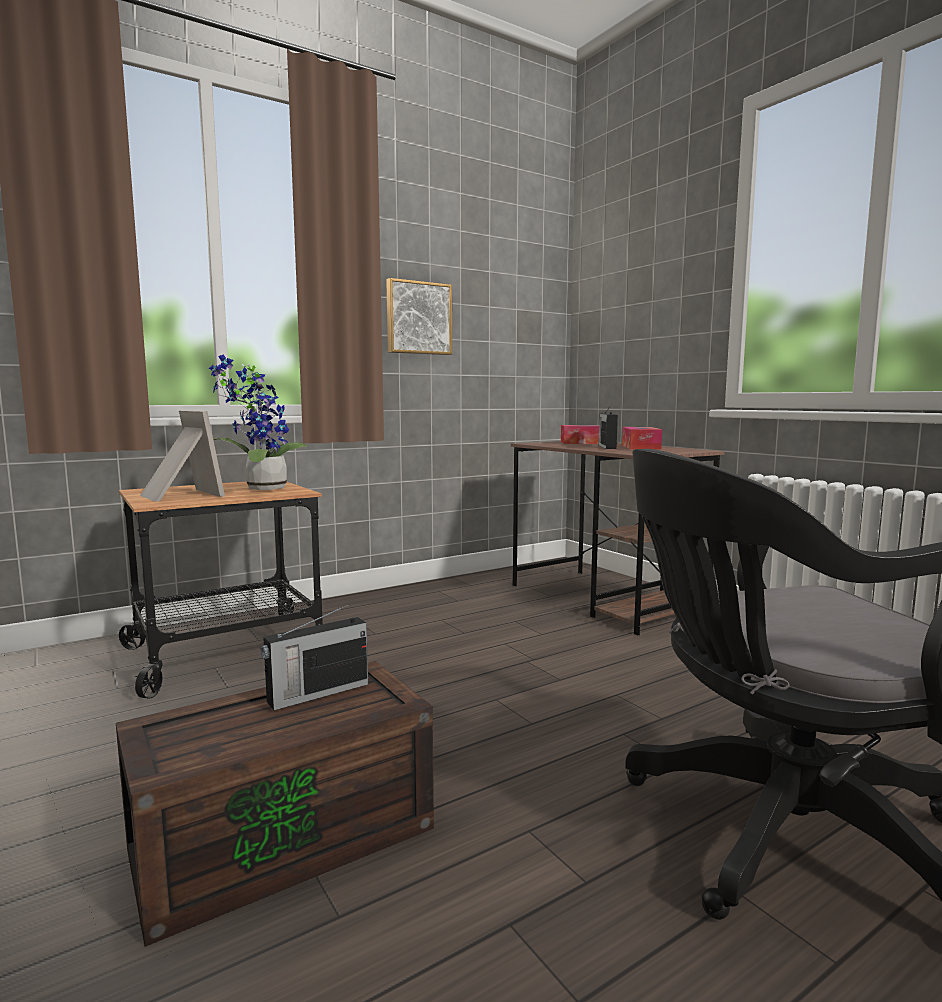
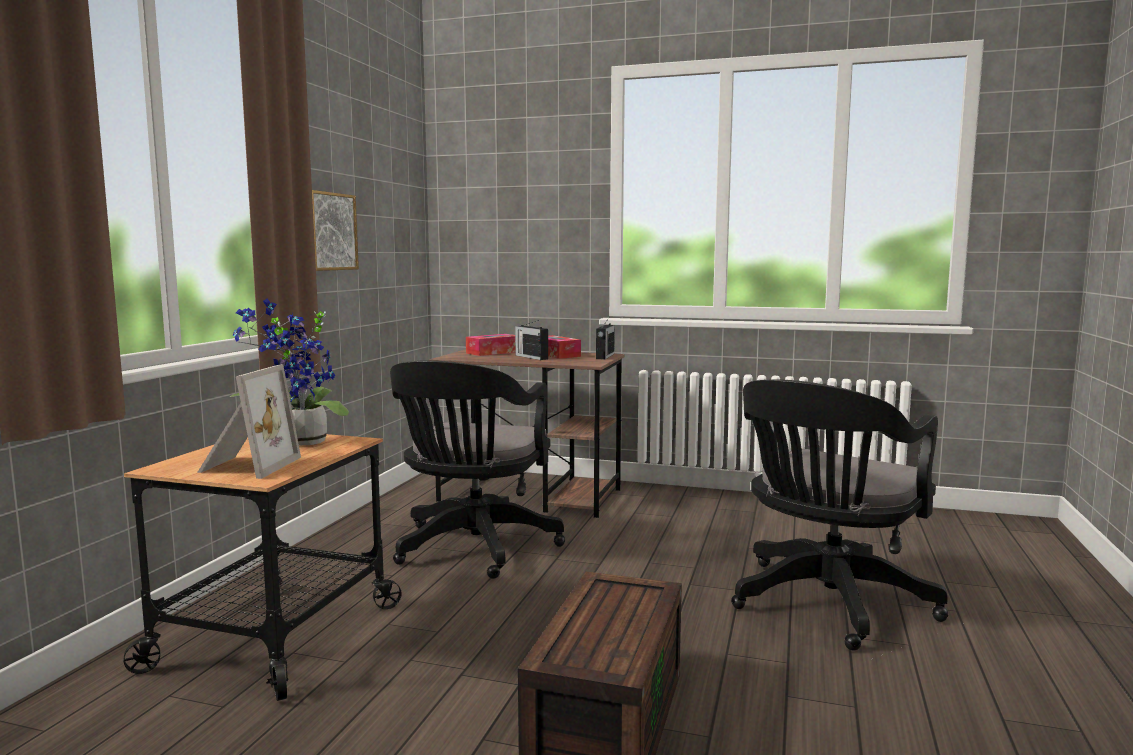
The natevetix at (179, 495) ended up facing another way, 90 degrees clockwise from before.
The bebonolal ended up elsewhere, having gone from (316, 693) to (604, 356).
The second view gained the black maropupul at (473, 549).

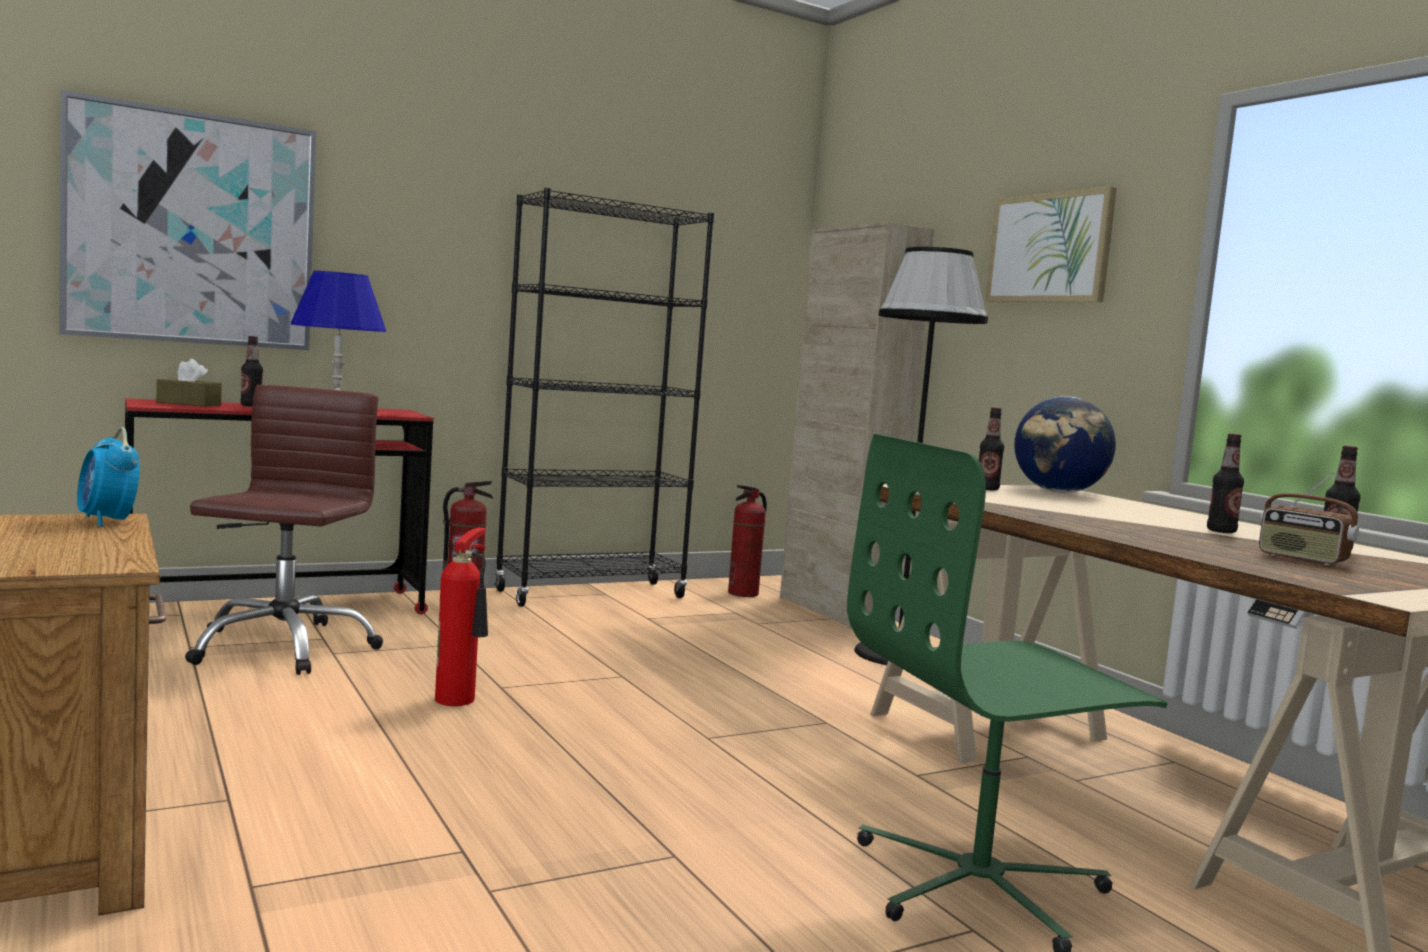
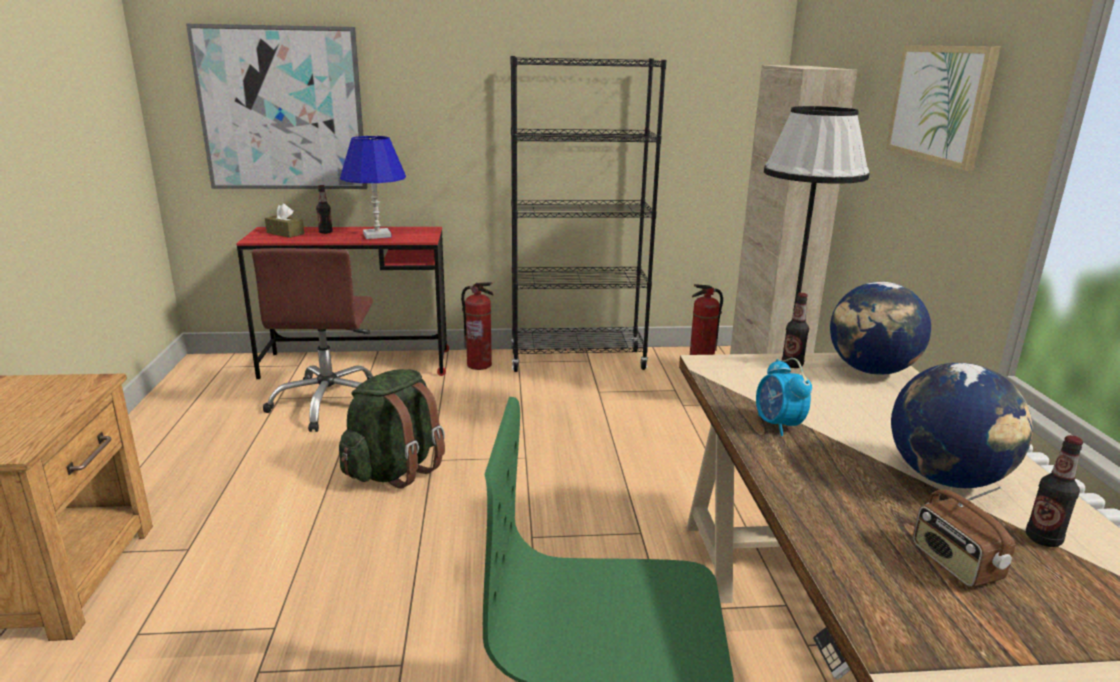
The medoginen ended up elsewhere, having gone from (107, 521) to (778, 425).
The brown maropupul at (282, 647) ended up facing another way, 150 degrees clockwise from before.
Where the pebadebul stood at (460, 699), the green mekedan came to stand at (395, 470).
Where the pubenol stood at (1221, 531), the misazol came to stand at (947, 478).

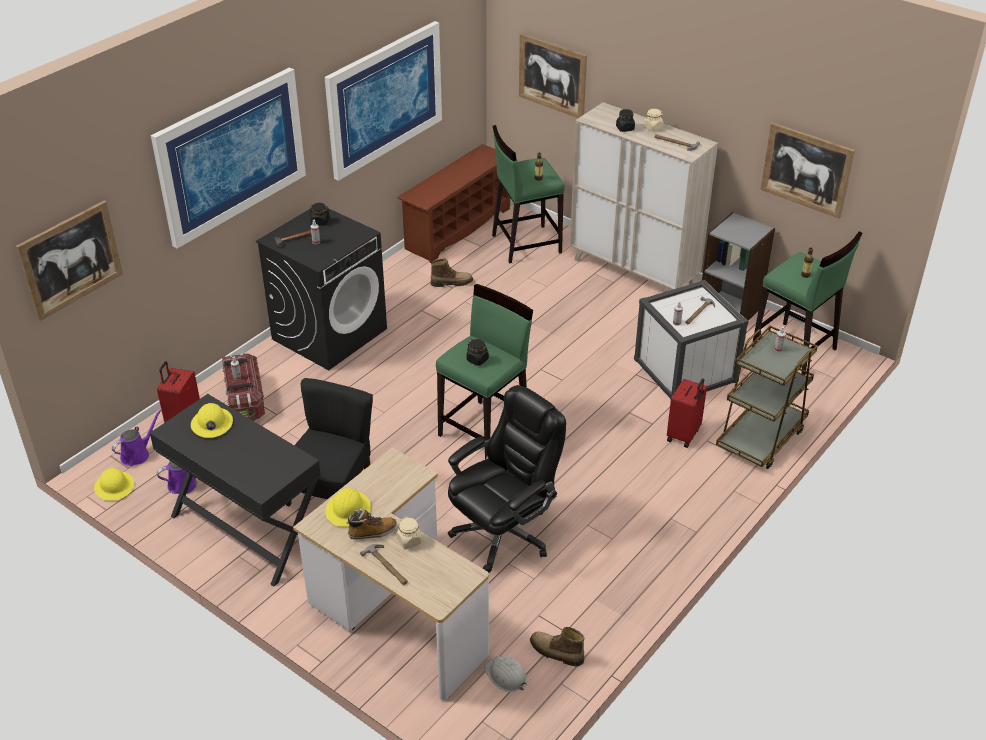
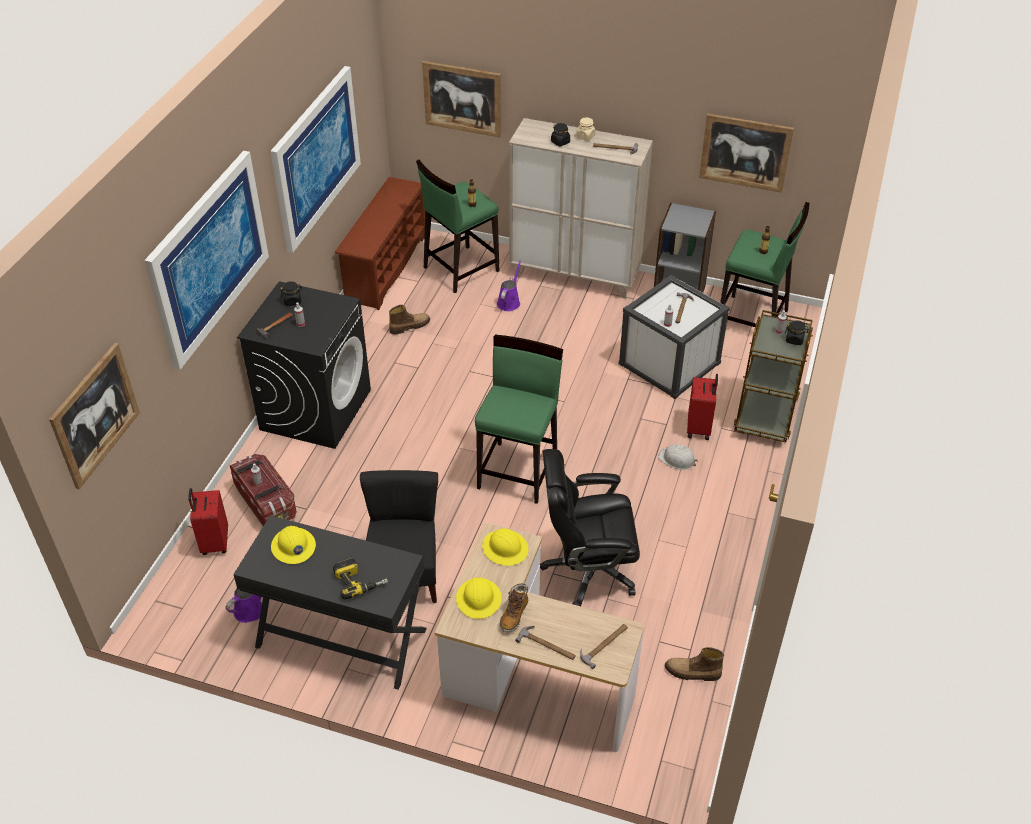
The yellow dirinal ended up elsewhere, having gone from (114, 486) to (505, 548).
The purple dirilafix ended up elsewhere, having gone from (137, 454) to (509, 302).
The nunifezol at (372, 532) ended up facing another way, 150 degrees clockwise from before.
The second view lost the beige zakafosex at (409, 541).
The black maropupul at (504, 533) ended up facing another way, 120 degrees counterclockwise from before.
The black zakafosex ended up elsewhere, having gone from (477, 360) to (794, 340).
The white dirinal ended up elsewhere, having gone from (506, 675) to (677, 459).
The second view gained the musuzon at (360, 581).
The second view gained the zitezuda at (604, 644).

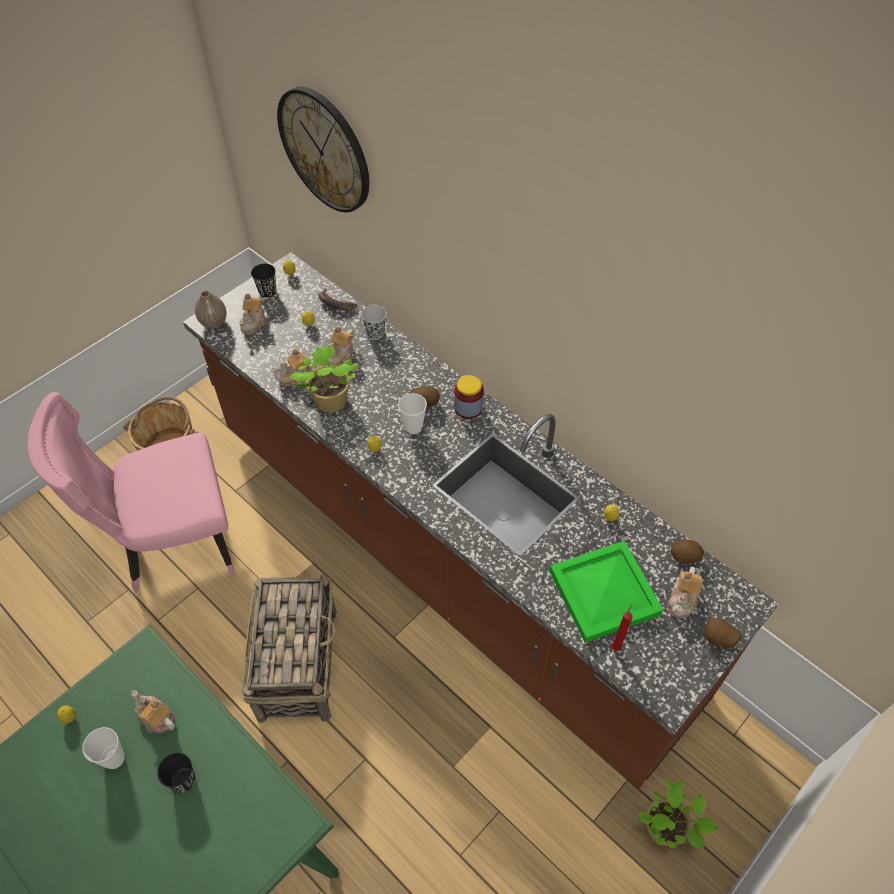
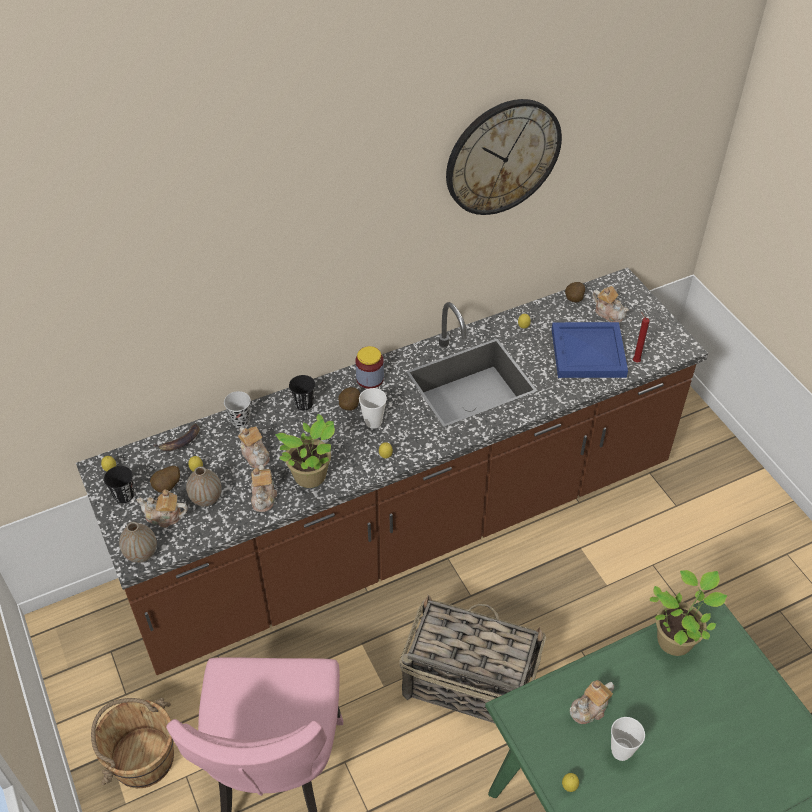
The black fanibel ended up elsewhere, having gone from (183, 780) to (304, 403).
The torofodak at (254, 323) ended up facing another way, 150 degrees clockwise from before.
The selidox ended up elsewhere, having gone from (325, 150) to (502, 157).
What was the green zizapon at (602, 592) turned into the blue zizapon at (587, 353).
The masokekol ended up elsewhere, having gone from (664, 830) to (676, 638).
The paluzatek ended up elsewhere, having gone from (717, 640) to (168, 487).
The second view gained the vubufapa at (206, 498).

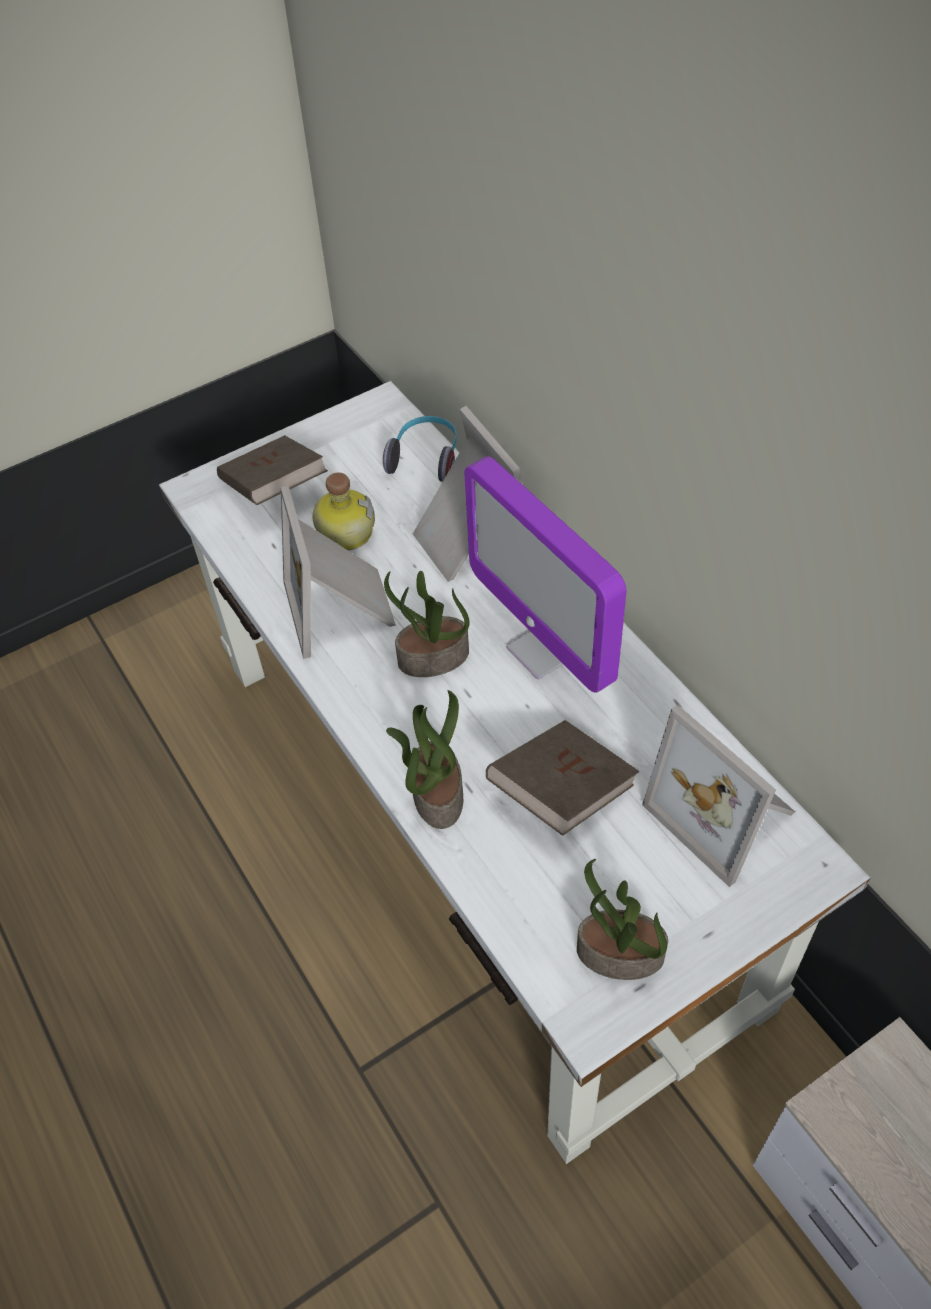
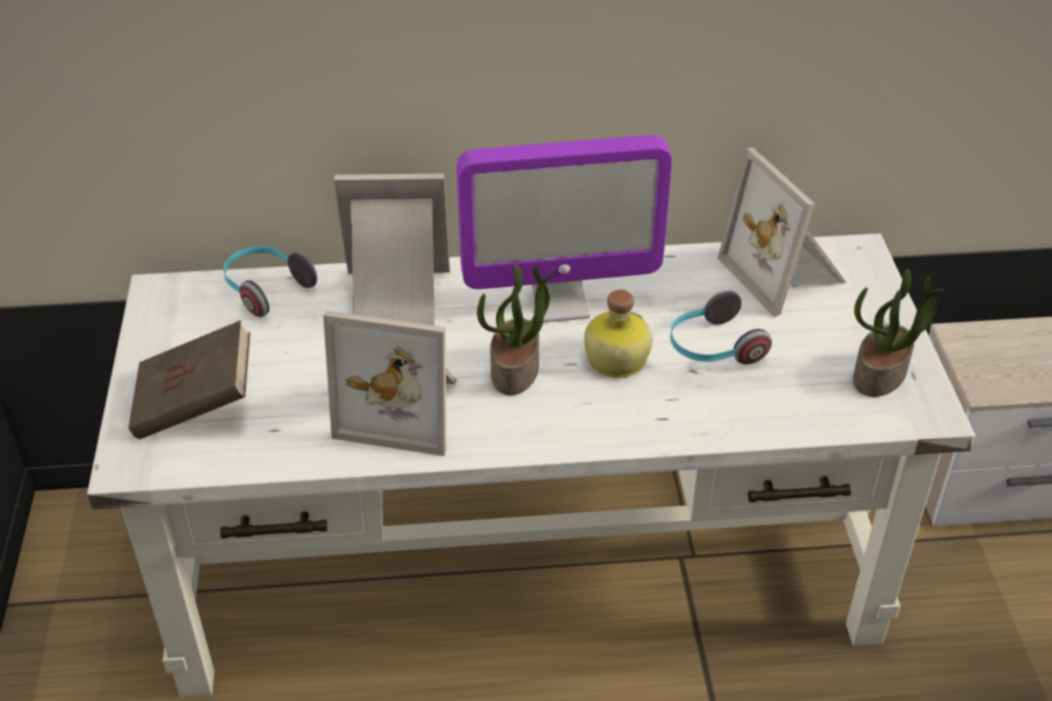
The pubenol ended up elsewhere, having gone from (344, 531) to (614, 359).
The second view lost the masokekol at (436, 794).
Where the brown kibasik stood at (561, 792), the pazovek came to stand at (713, 348).
The natevetix at (725, 812) ended up facing another way, 75 degrees clockwise from before.

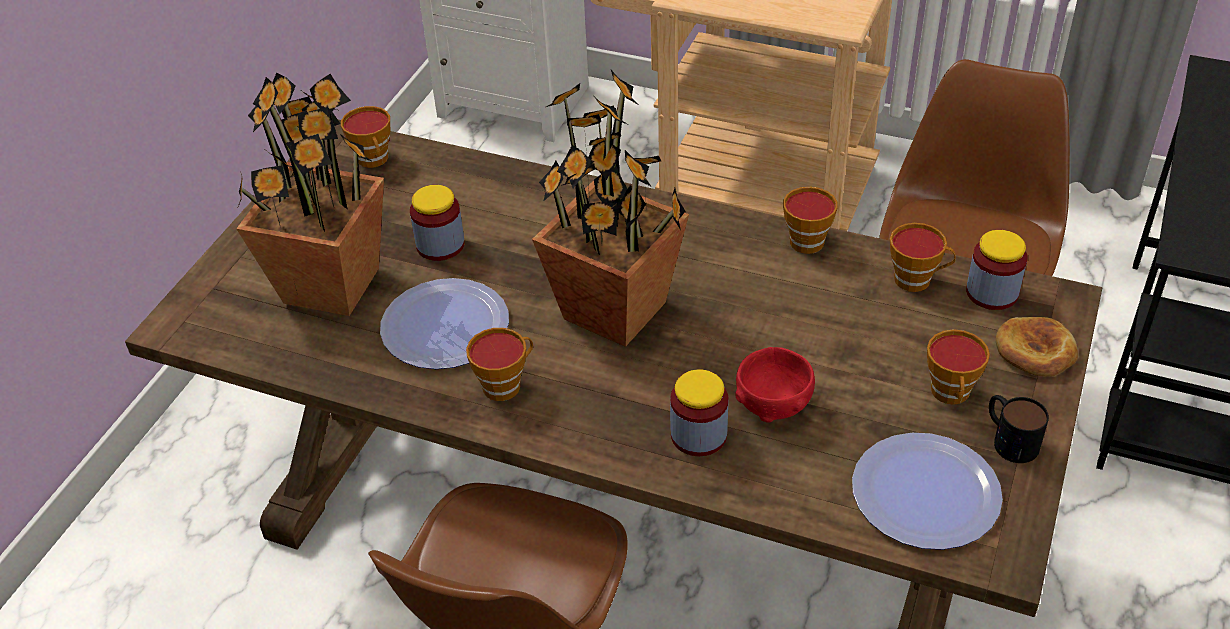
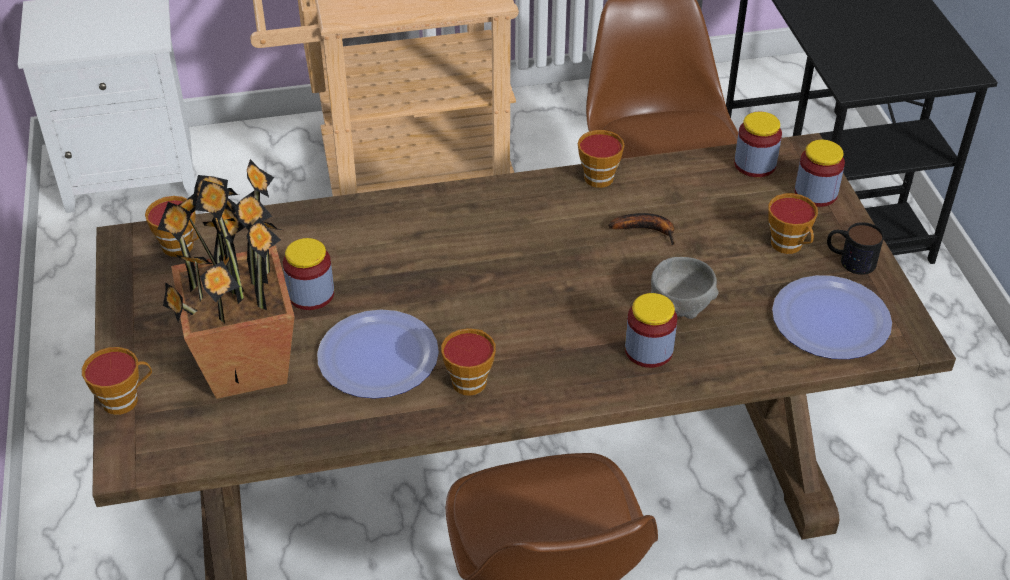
The second view lost the masokekol at (614, 312).
What was the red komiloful at (774, 405) turned into the grey komiloful at (681, 305).
The fanibel ended up elsewhere, having gone from (917, 280) to (125, 399).
Where the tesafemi stood at (1035, 351), the zakafosex came to stand at (815, 193).
The second view gained the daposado at (647, 230).

